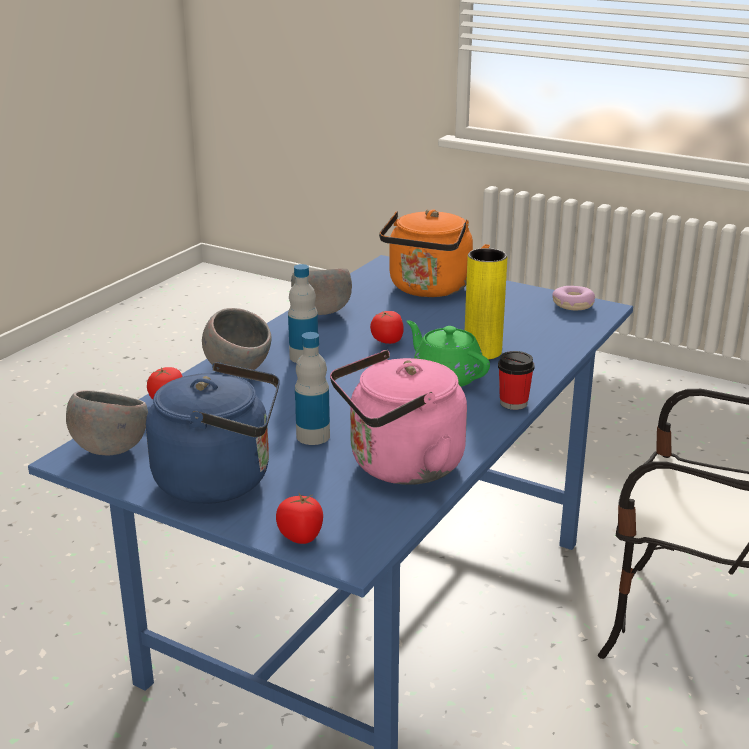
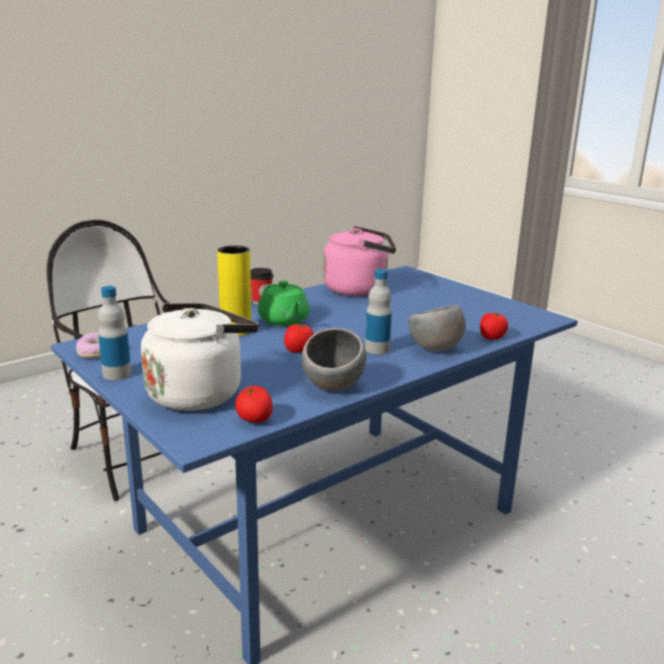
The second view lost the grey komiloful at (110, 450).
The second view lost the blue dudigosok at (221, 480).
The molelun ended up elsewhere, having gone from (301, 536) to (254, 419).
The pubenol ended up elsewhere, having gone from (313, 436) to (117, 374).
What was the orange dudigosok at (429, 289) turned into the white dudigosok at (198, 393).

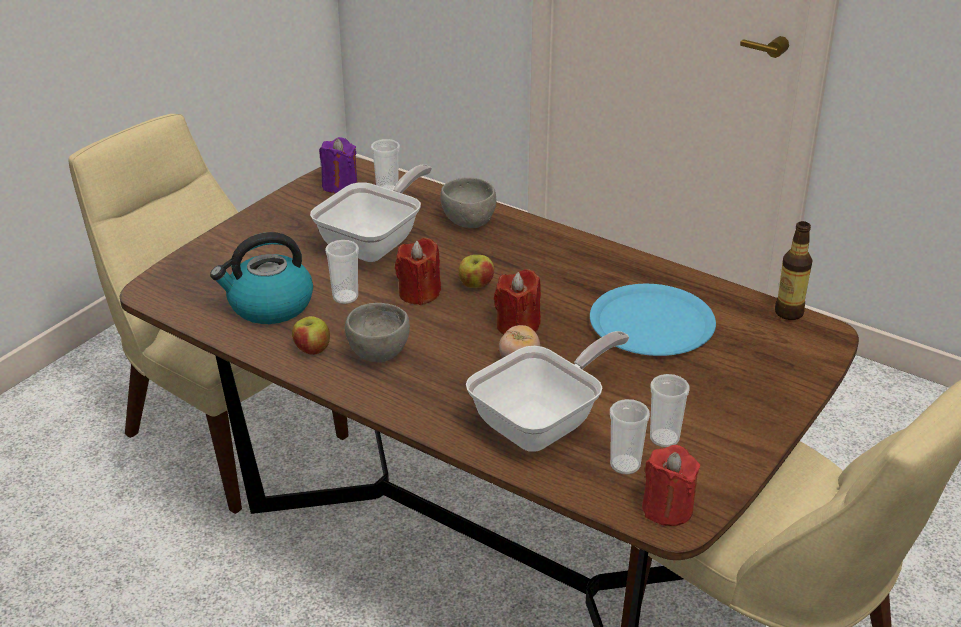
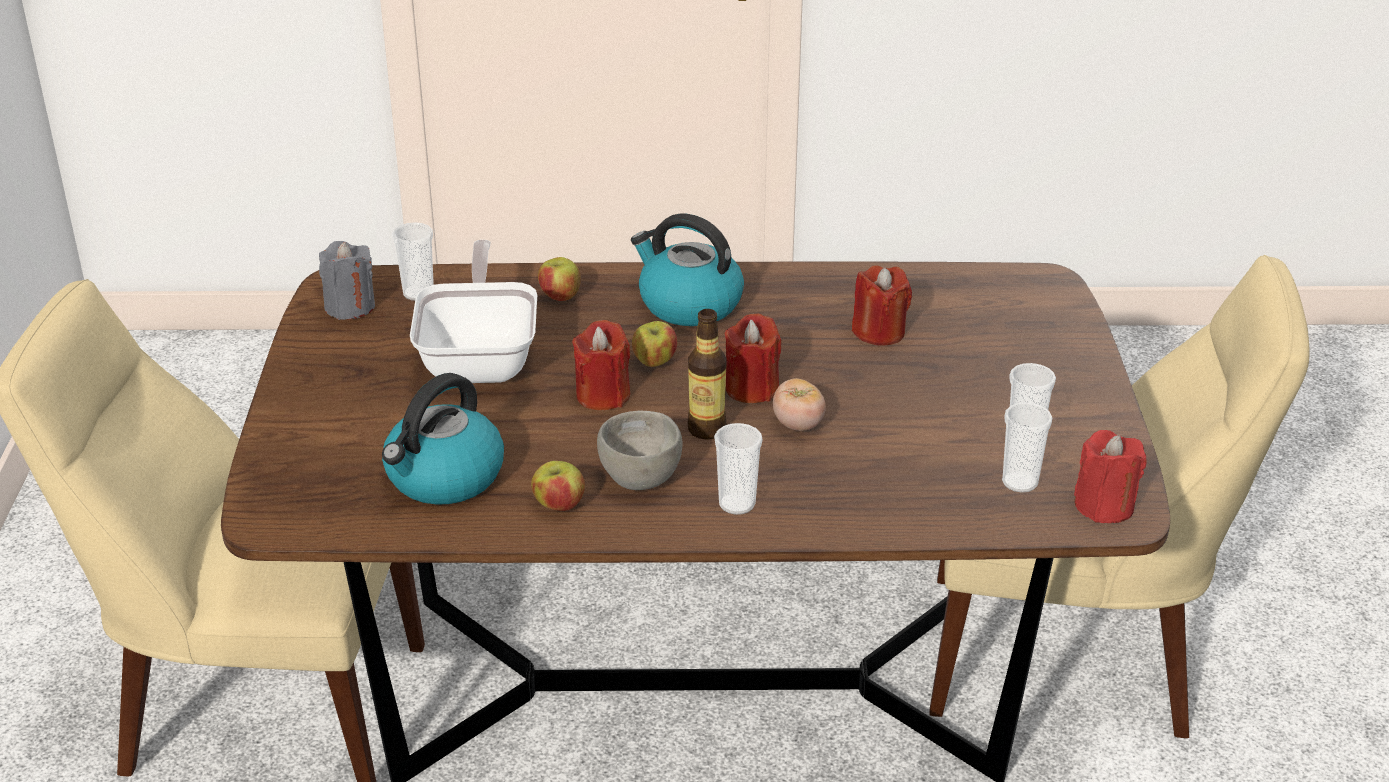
What was the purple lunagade at (339, 185) turned into the grey lunagade at (350, 307).
The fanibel ended up elsewhere, having gone from (345, 297) to (737, 504).
Where the grey komiloful stood at (468, 222), the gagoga came to stand at (560, 296).
The second view lost the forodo at (544, 423).
Where the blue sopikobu stood at (651, 322), the red lunagade came to stand at (879, 332).
The pubenol ended up elsewhere, having gone from (789, 313) to (707, 429).
The second view gained the dudigosok at (688, 304).

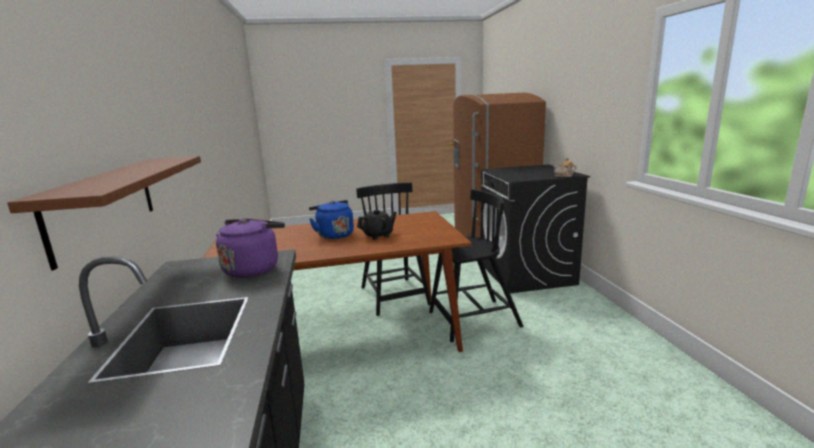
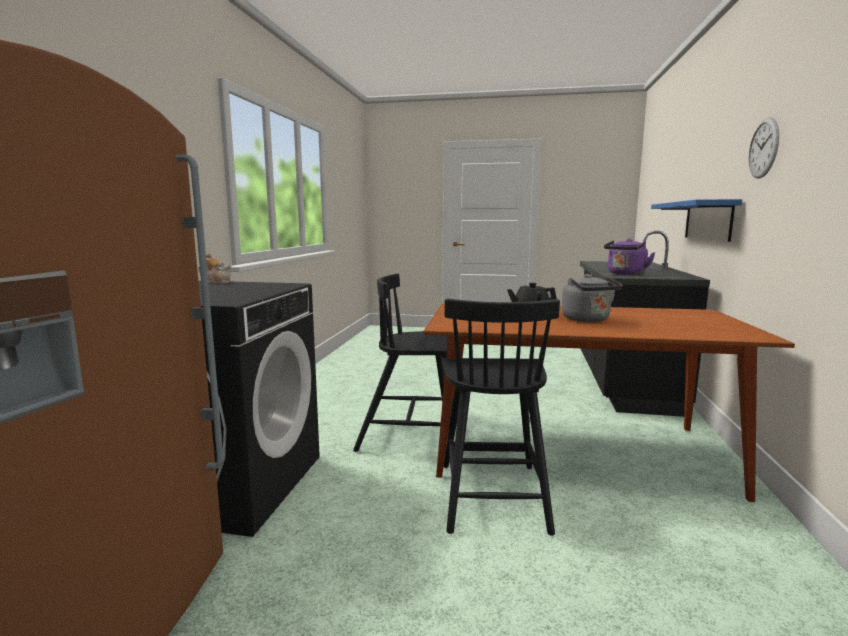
What was the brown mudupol at (104, 204) turned into the blue mudupol at (707, 220).
What was the blue dudigosok at (334, 235) turned into the grey dudigosok at (588, 320).
The second view gained the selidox at (763, 148).

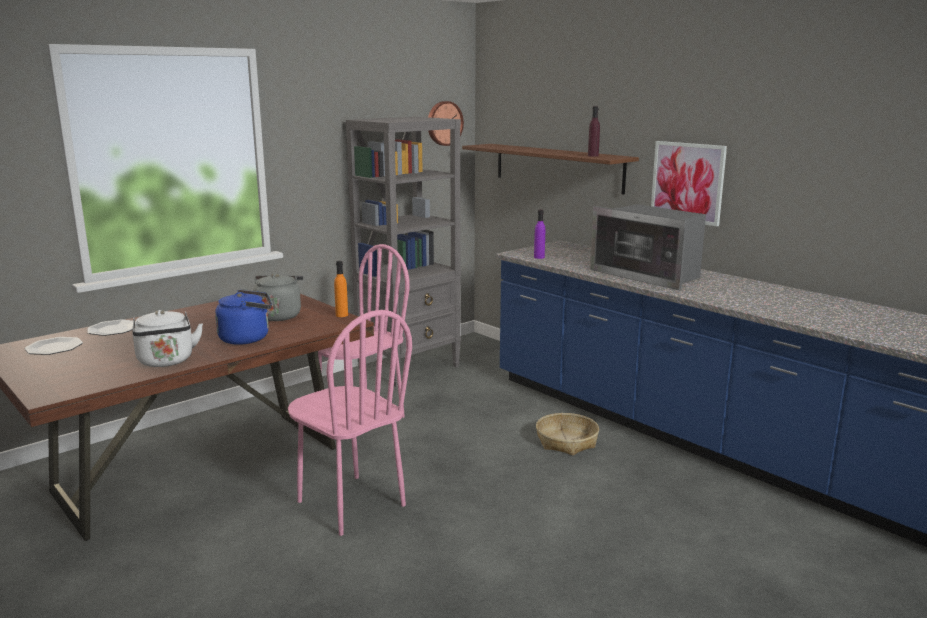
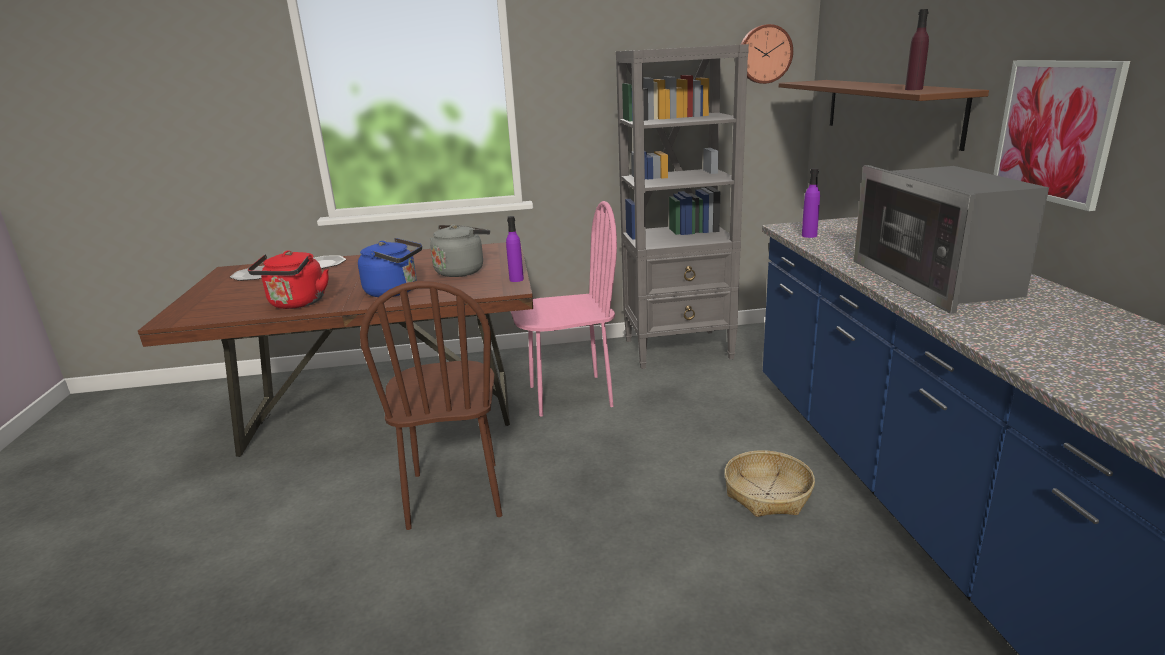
What was the white dudigosok at (166, 362) turned into the red dudigosok at (296, 304).
What was the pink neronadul at (350, 504) turned into the brown neronadul at (455, 495).
What was the orange pubenol at (341, 315) turned into the purple pubenol at (516, 279).

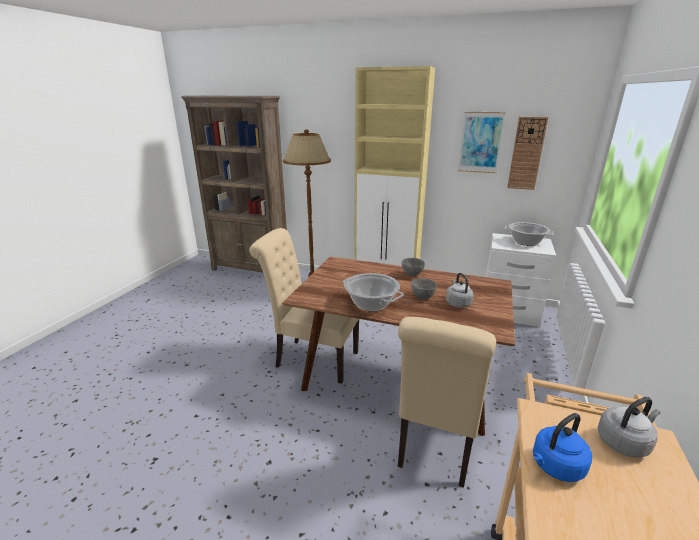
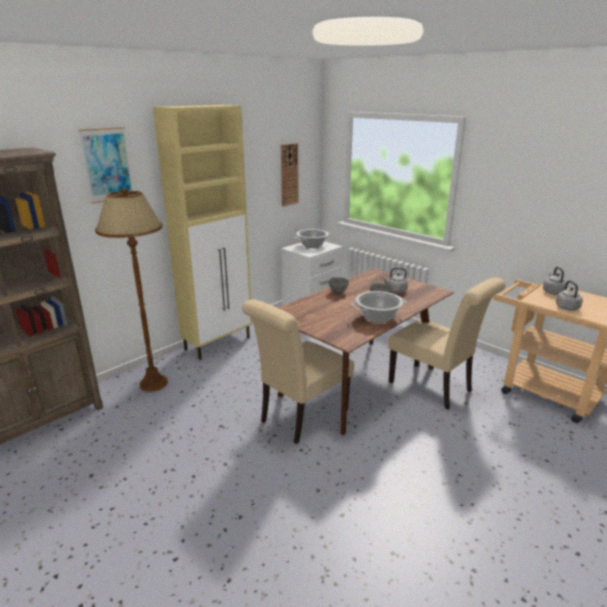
The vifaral ended up elsewhere, having gone from (480, 142) to (107, 165).
What was the blue dudigosok at (555, 466) turned into the grey dudigosok at (568, 308).

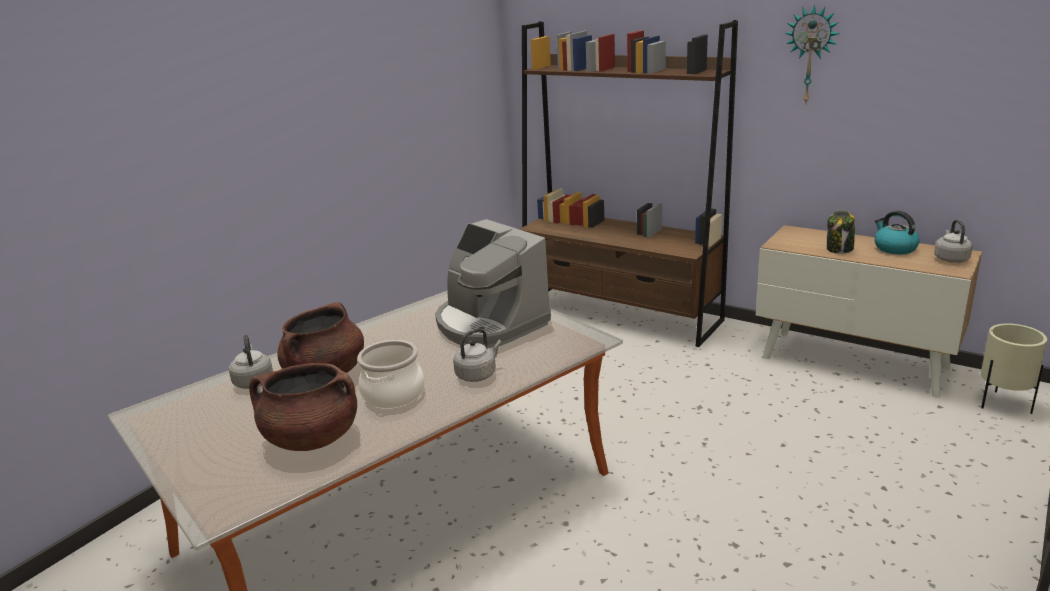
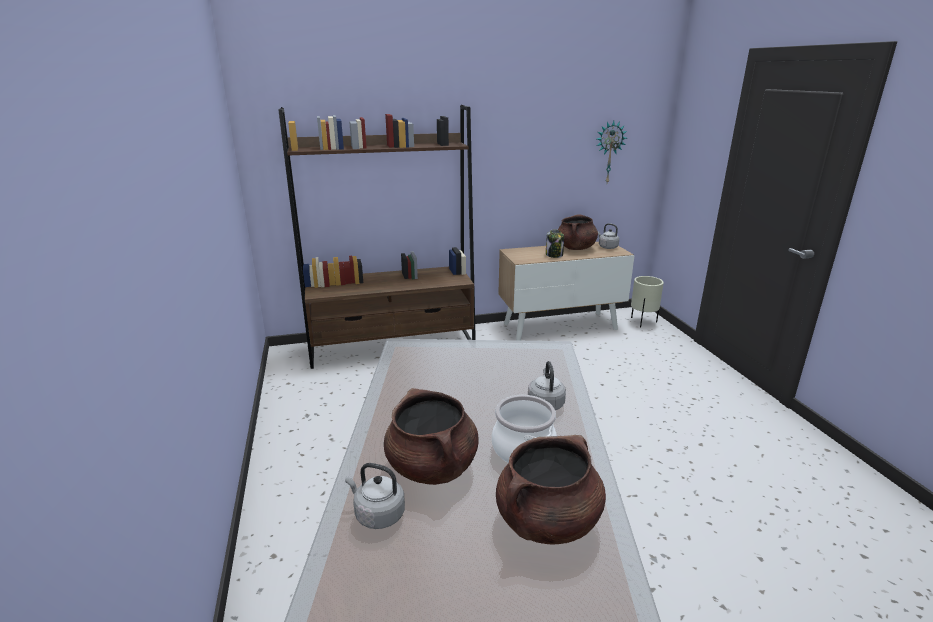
The second view lost the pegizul at (490, 323).
The selidox ended up elsewhere, having gone from (811, 55) to (608, 152).
Where the dudigosok stood at (894, 248), the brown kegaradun came to stand at (575, 248).

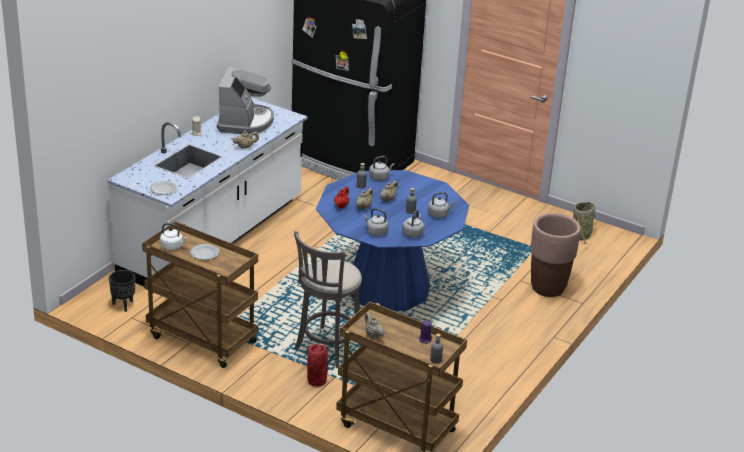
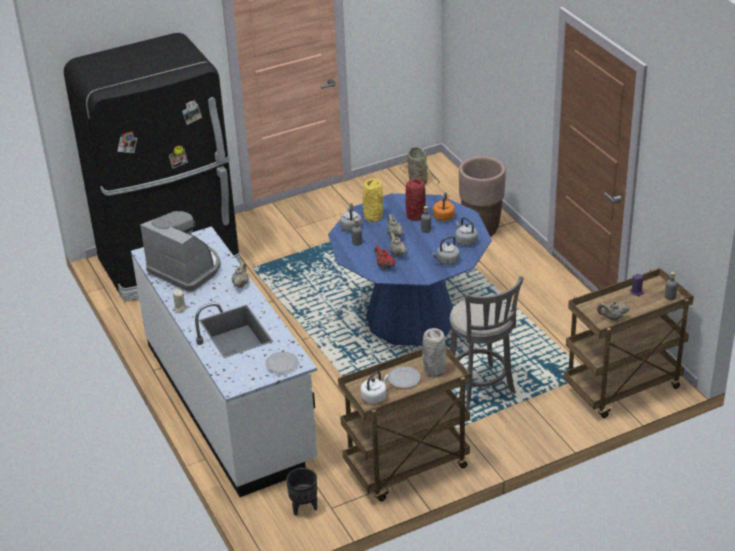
The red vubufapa ended up elsewhere, having gone from (317, 381) to (415, 216).
What was the grey dudigosok at (439, 214) turned into the orange dudigosok at (444, 216).
The second view gained the yellow vubufapa at (372, 217).
The second view gained the grey vubufapa at (434, 371).

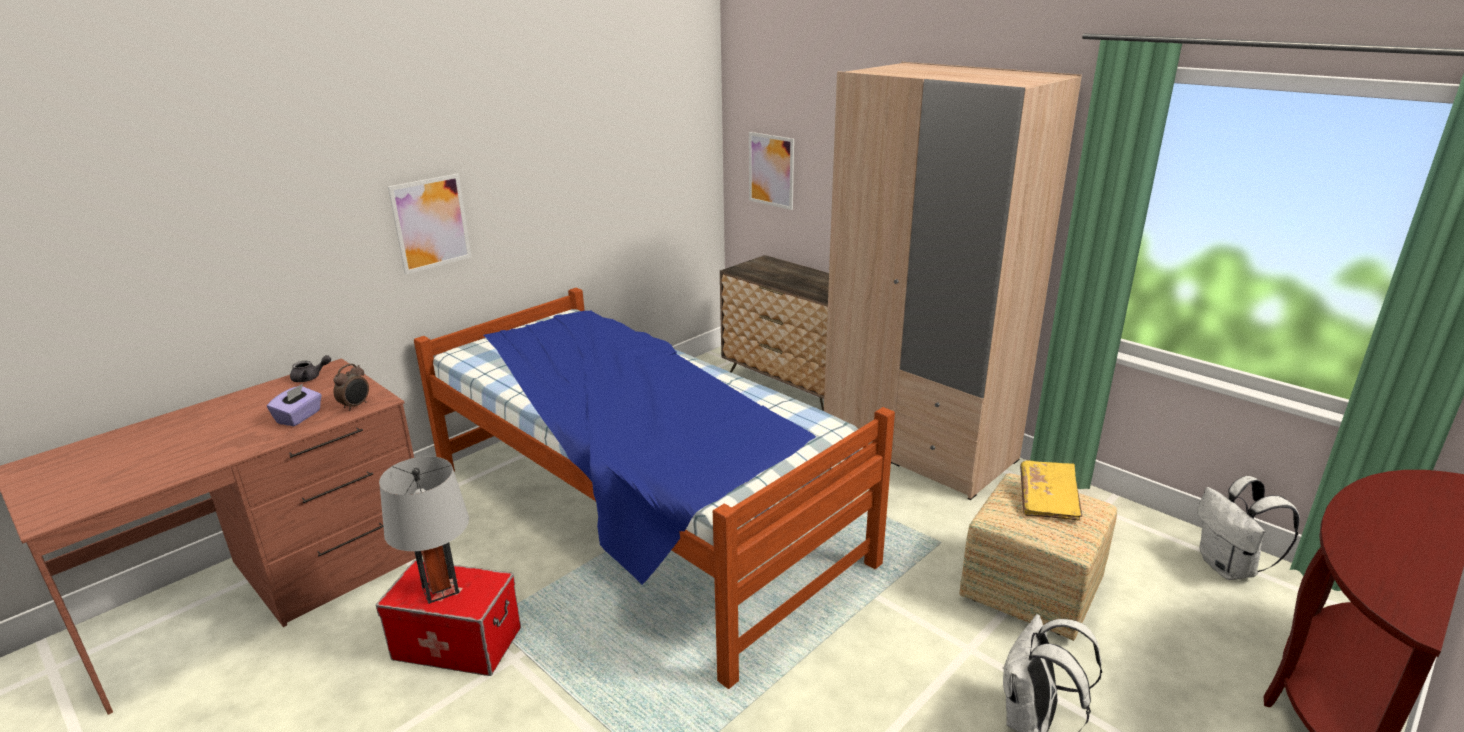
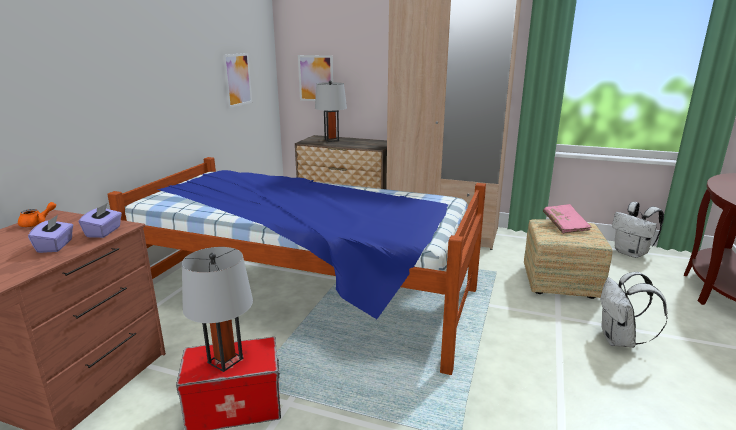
What was the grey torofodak at (310, 378) turned into the orange torofodak at (37, 223).
Where the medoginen stood at (356, 406), the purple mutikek came to stand at (104, 232).
The vifaral ended up elsewhere, having gone from (431, 223) to (237, 79).
What was the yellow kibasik at (1048, 500) turned into the pink kibasik at (565, 225).
The second view gained the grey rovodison at (331, 140).

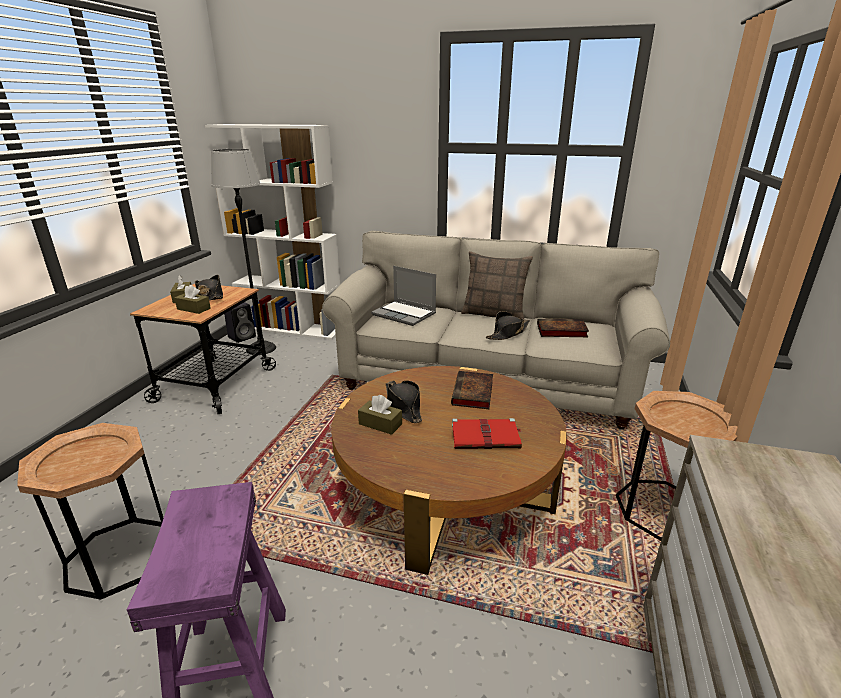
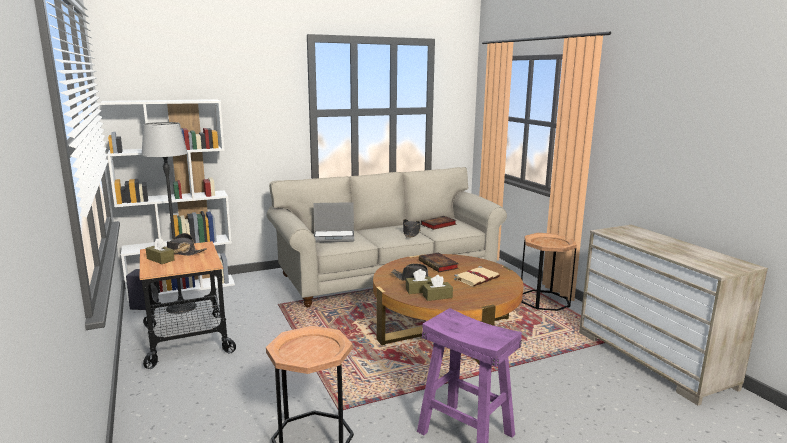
The brown mutikek ended up elsewhere, having gone from (193, 309) to (437, 296).
What was the red kibasik at (486, 436) turned into the beige kibasik at (477, 278).
The second view lost the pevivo at (494, 314).

